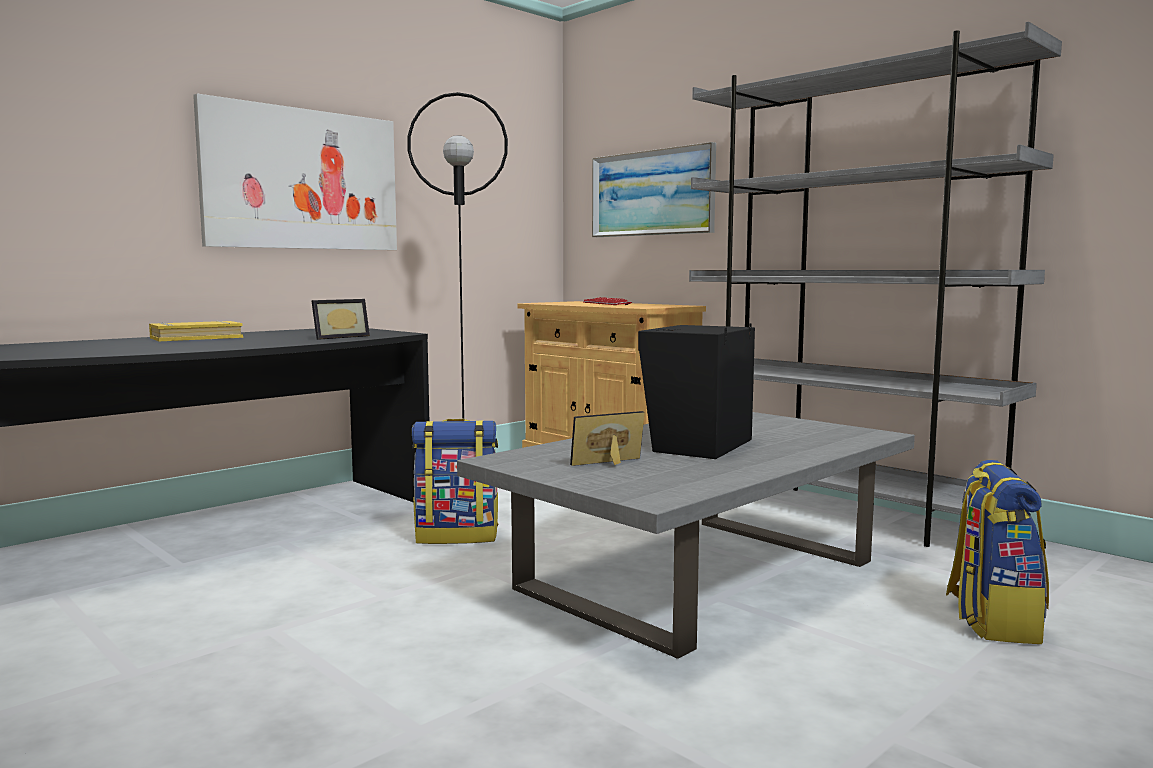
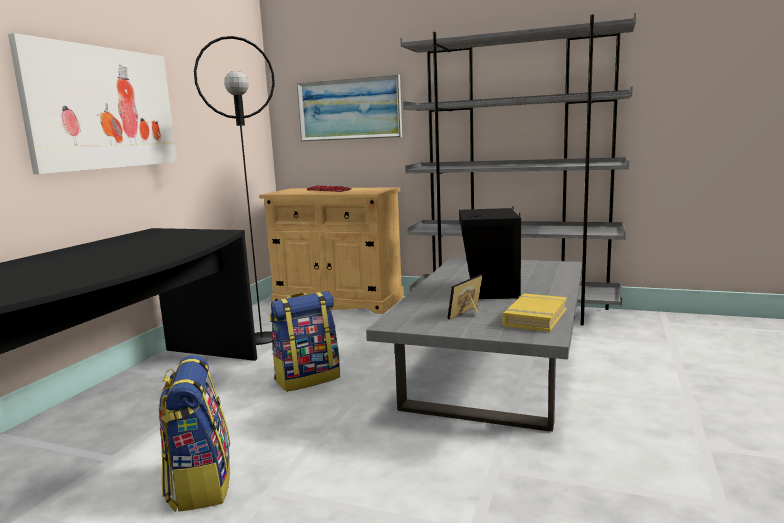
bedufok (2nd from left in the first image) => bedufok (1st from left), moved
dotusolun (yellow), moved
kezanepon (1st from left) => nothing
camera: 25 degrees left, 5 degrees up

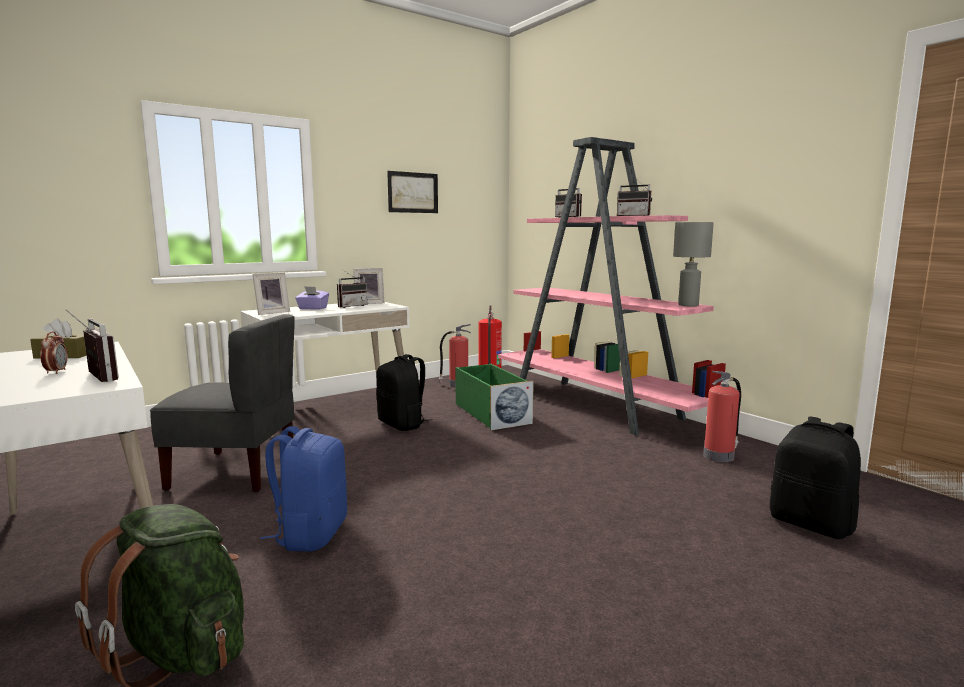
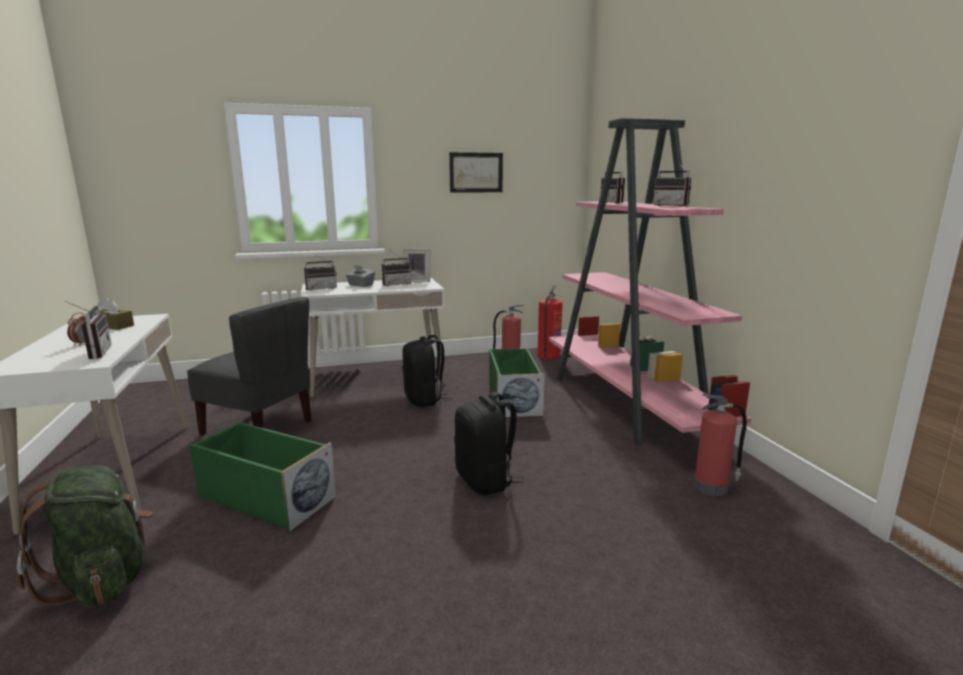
bedufok (blue) => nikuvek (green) (1st from left)
kezanepon (1st from left) => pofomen (2nd from left)
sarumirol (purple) => sarumirol (grey)
bedufok (black) (2nd from left), moved
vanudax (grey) => nothing
camera: 20 degrees right, 5 degrees up

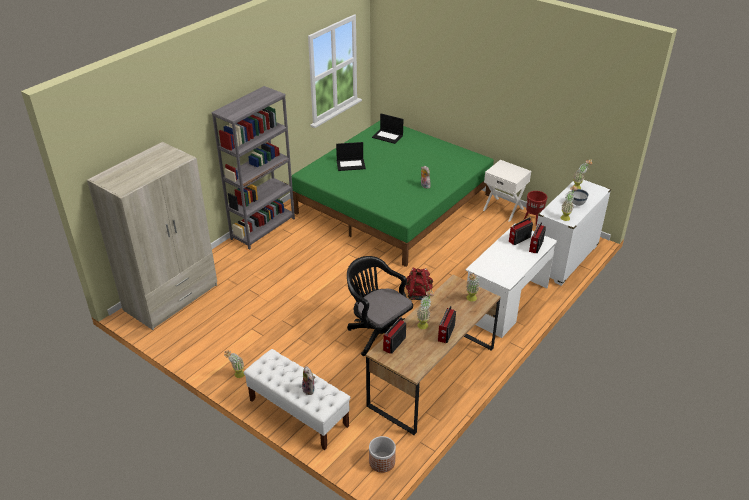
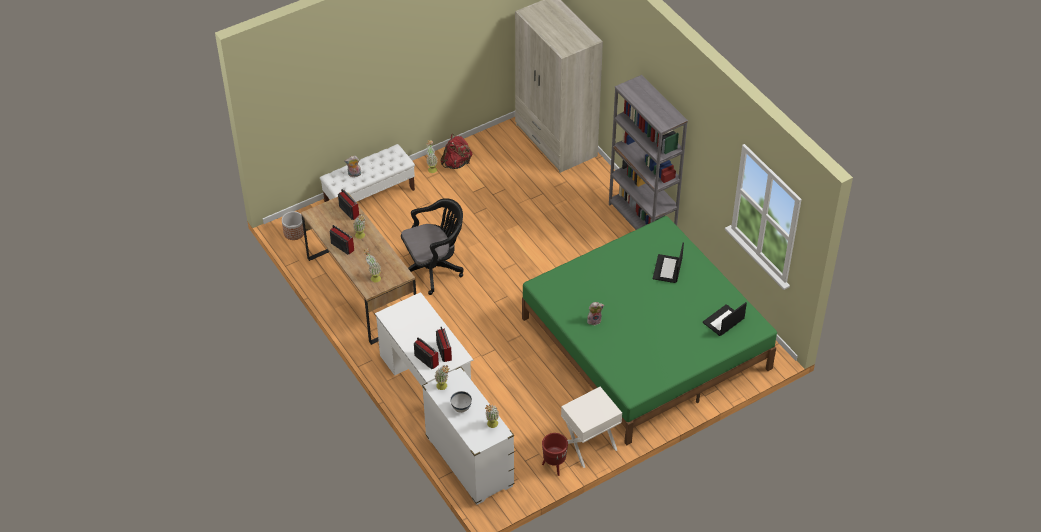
bedufok (red), moved
camera: 110 degrees right, 10 degrees up

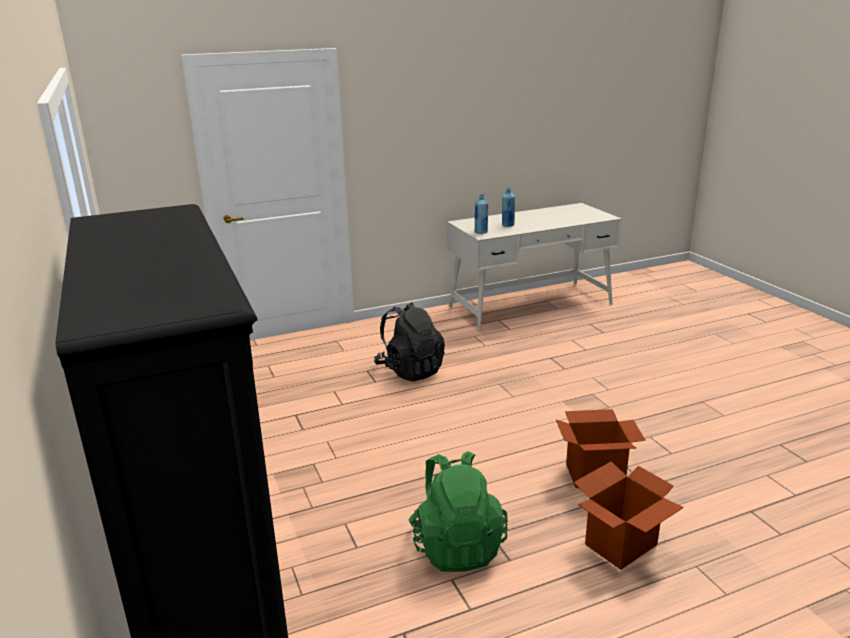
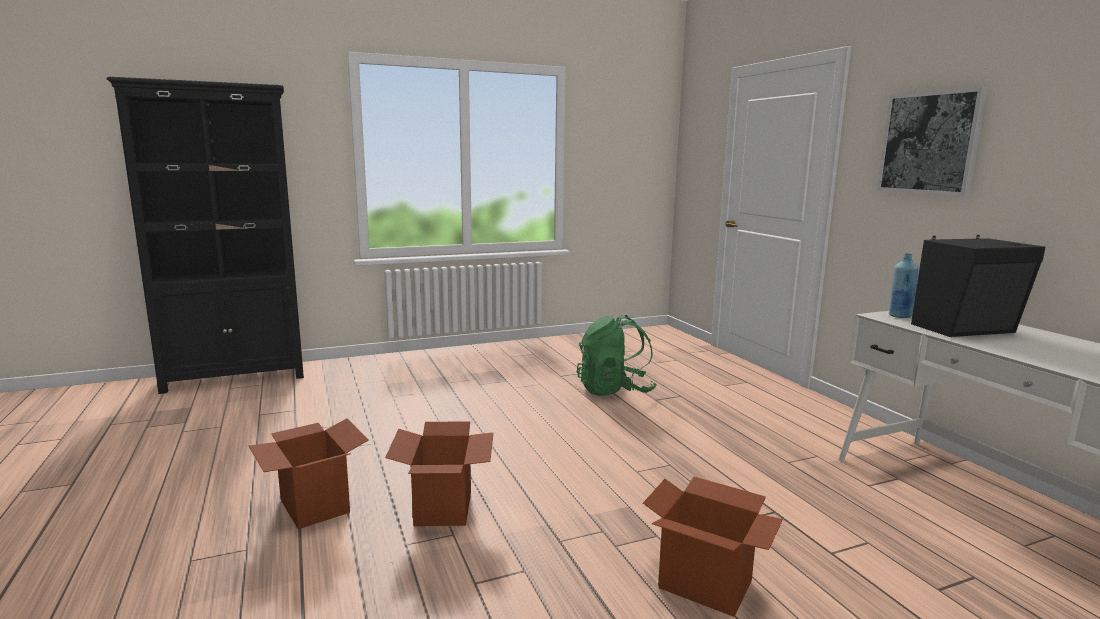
bedufok (green), moved
nothing => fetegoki (3rd from left)
nothing => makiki
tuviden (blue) (2nd from left) => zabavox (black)
bedufok (black) => nothing
camera: 90 degrees right, 10 degrees down

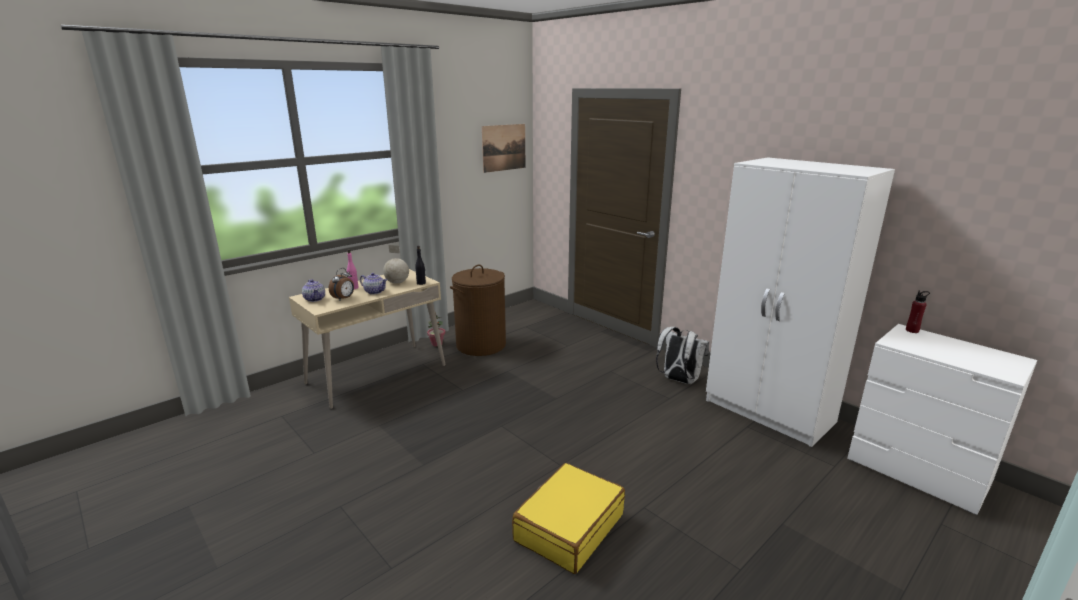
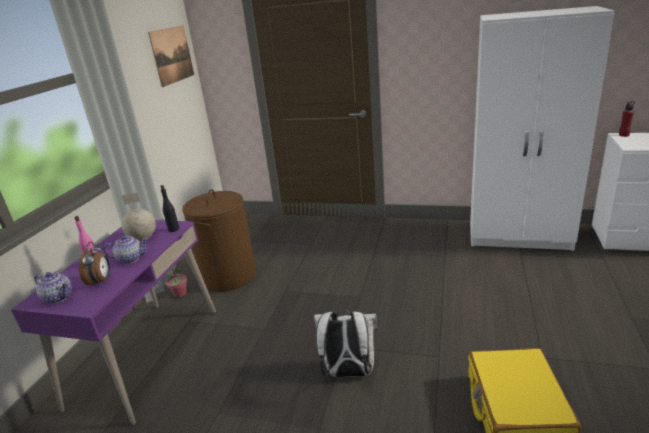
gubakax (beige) => gubakax (purple)
bedufok (white), moved
camera: 30 degrees left, 5 degrees up

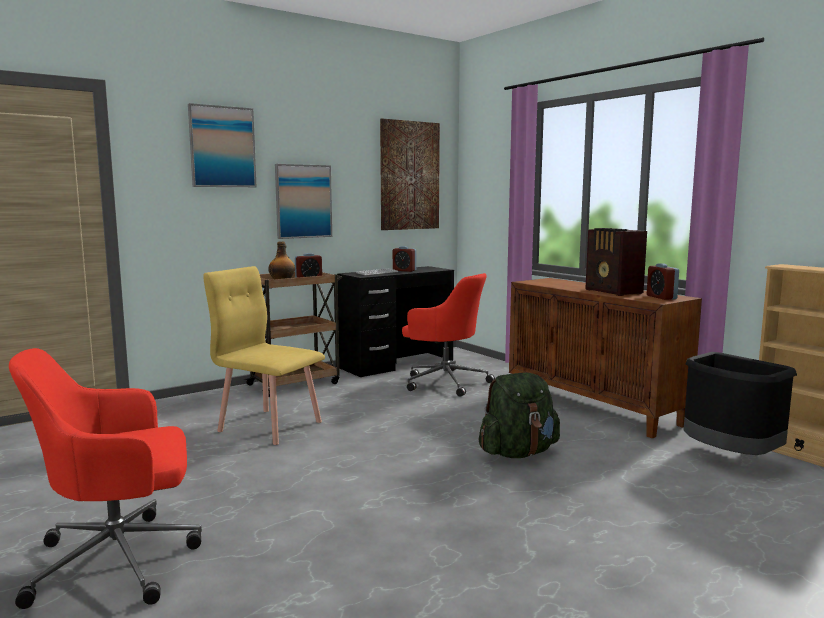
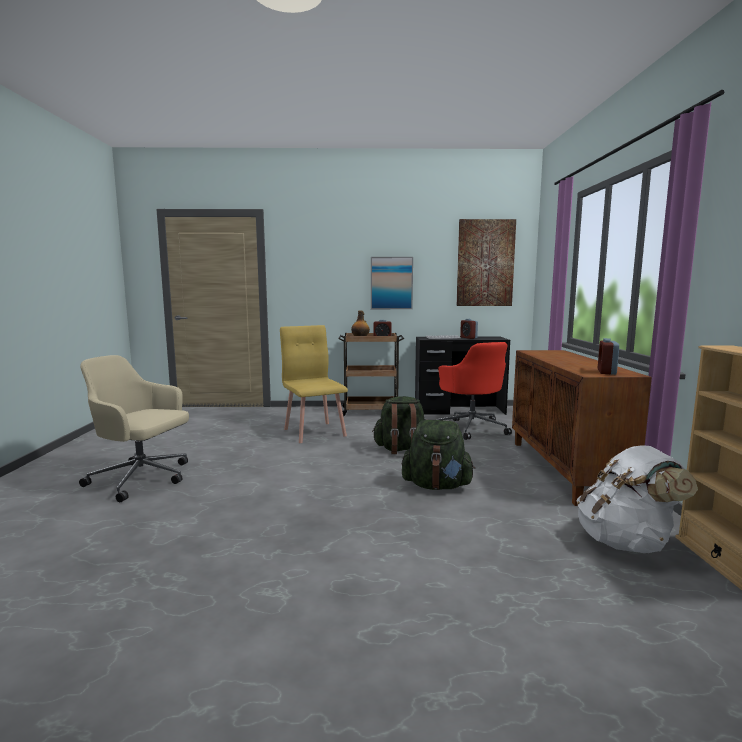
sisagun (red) (1st from left) => sisagun (beige)
nothing => bedufok (green) (1st from left)
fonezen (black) => bedufok (white)
makiki (1st from left) => nothing
pofomen => nothing
camera: 35 degrees right, 0 degrees up

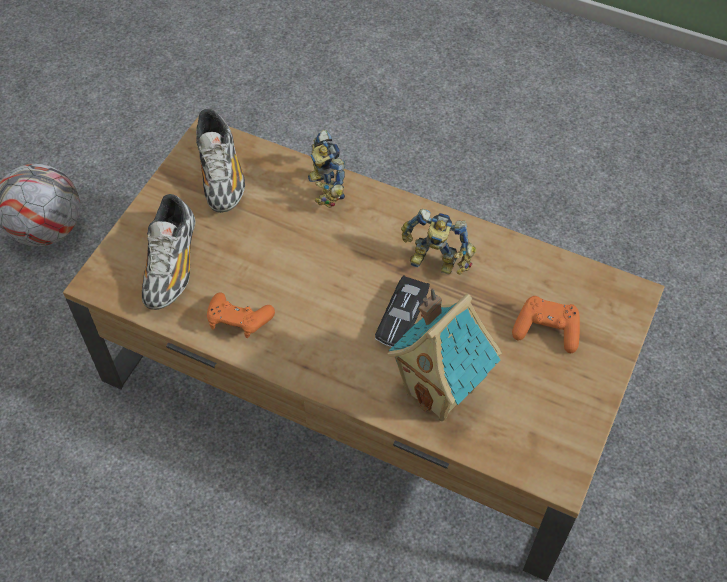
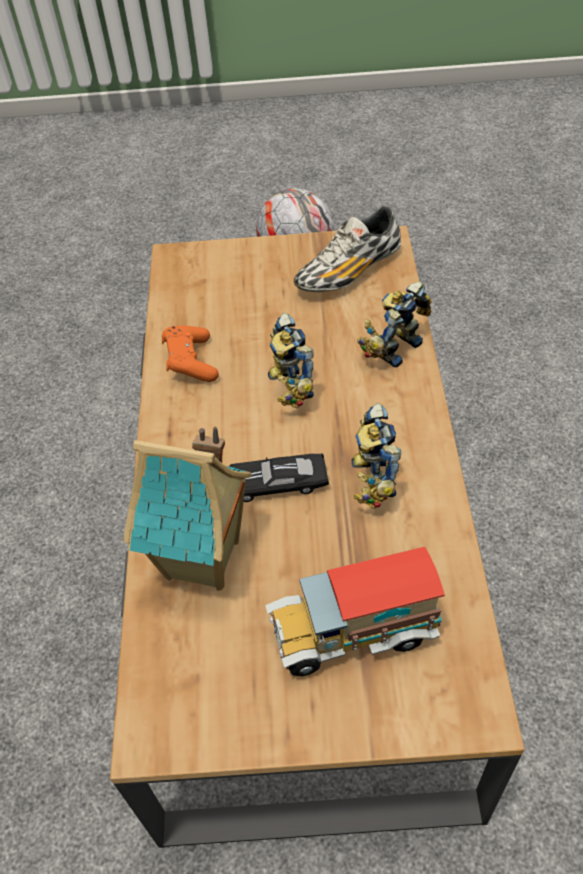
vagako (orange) (2nd from left) => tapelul
nothing => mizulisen (1st from left)
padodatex (1st from left) => nothing
camera: 65 degrees right, 5 degrees down

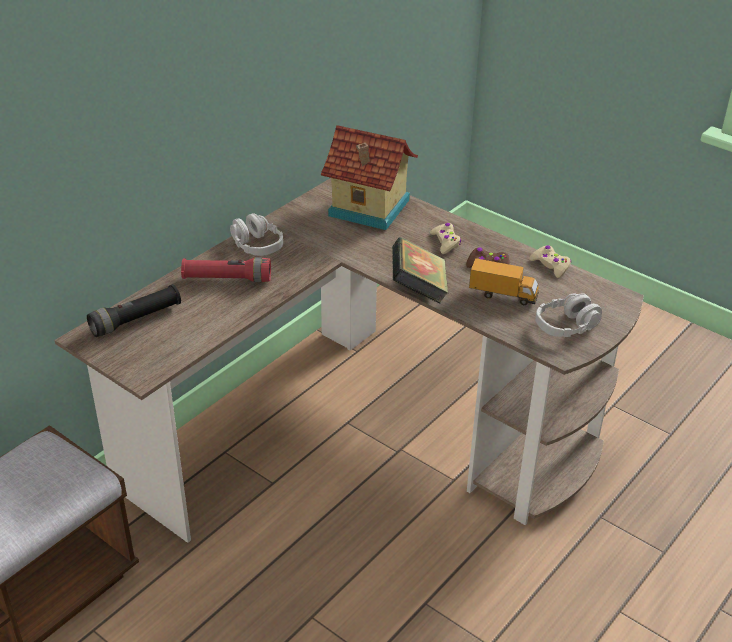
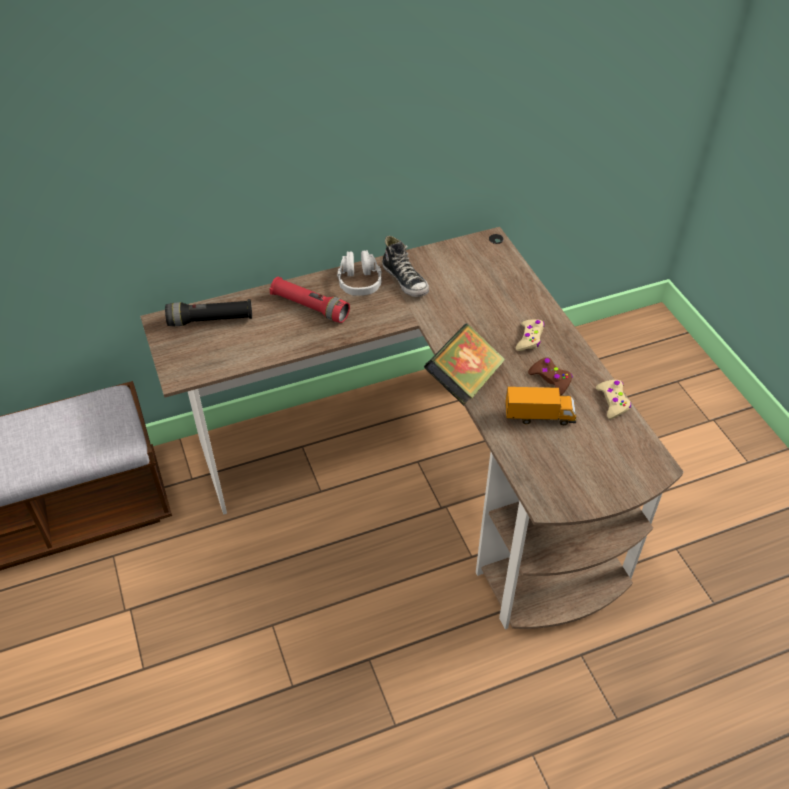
nothing => padodatex
tapelul, 45 degrees counterclockwise
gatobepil => nothing
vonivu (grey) (2nd from left) => nothing
camera: 30 degrees right, 10 degrees up

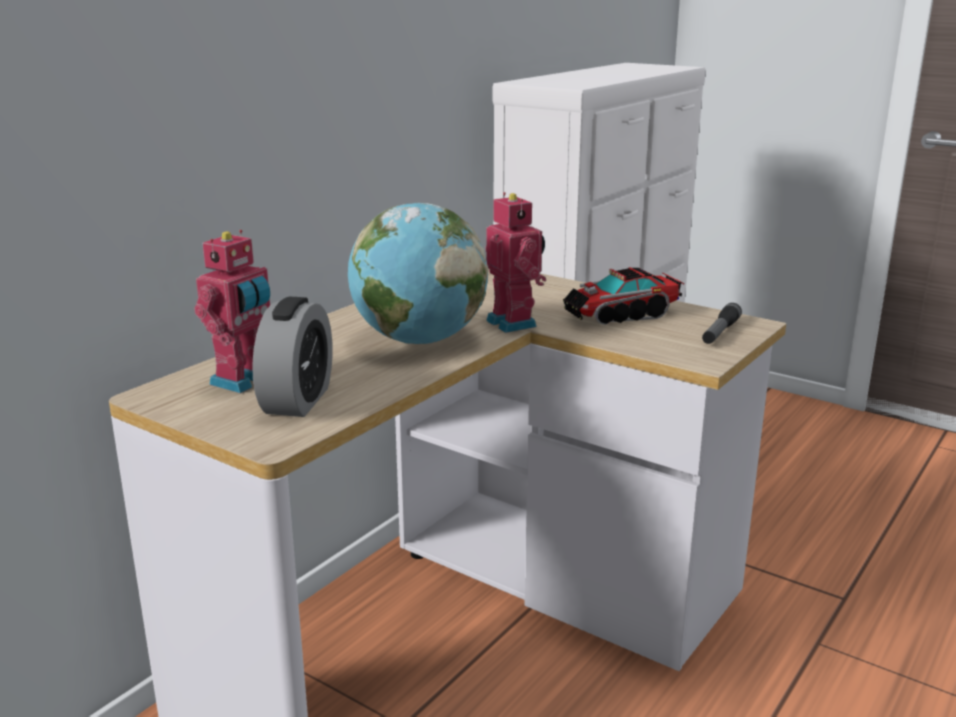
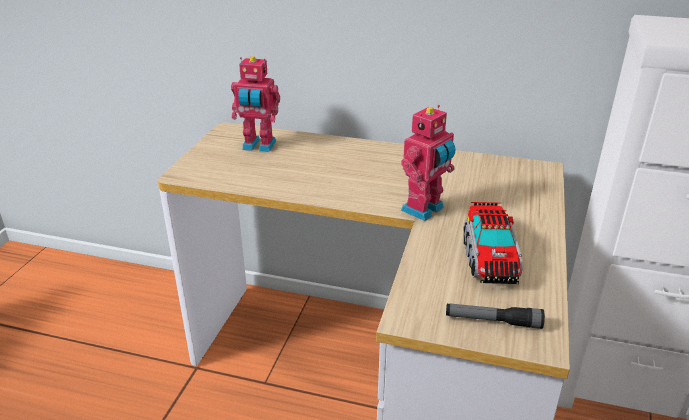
tapelul, 135 degrees counterclockwise
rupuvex => nothing
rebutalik => nothing
camera: 70 degrees right, 10 degrees up

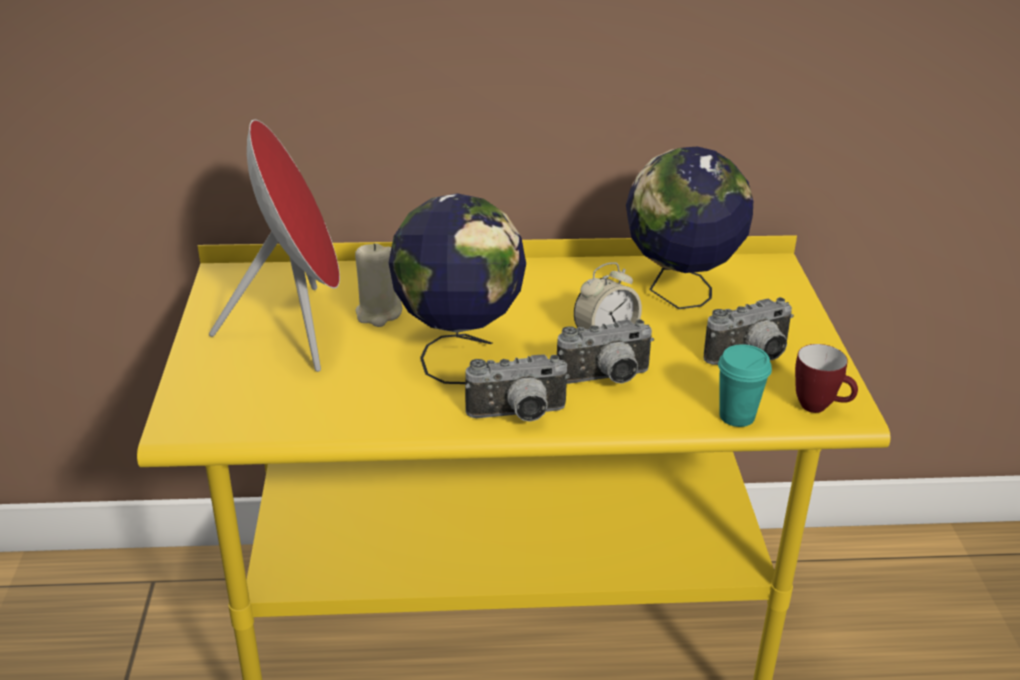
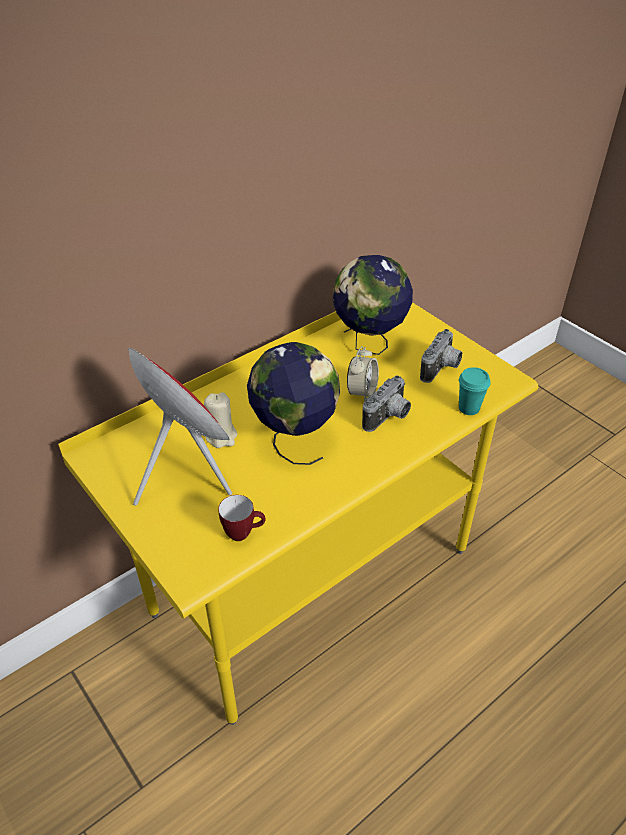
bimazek, moved
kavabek (1st from left) => nothing
camera: 35 degrees left, 10 degrees up

